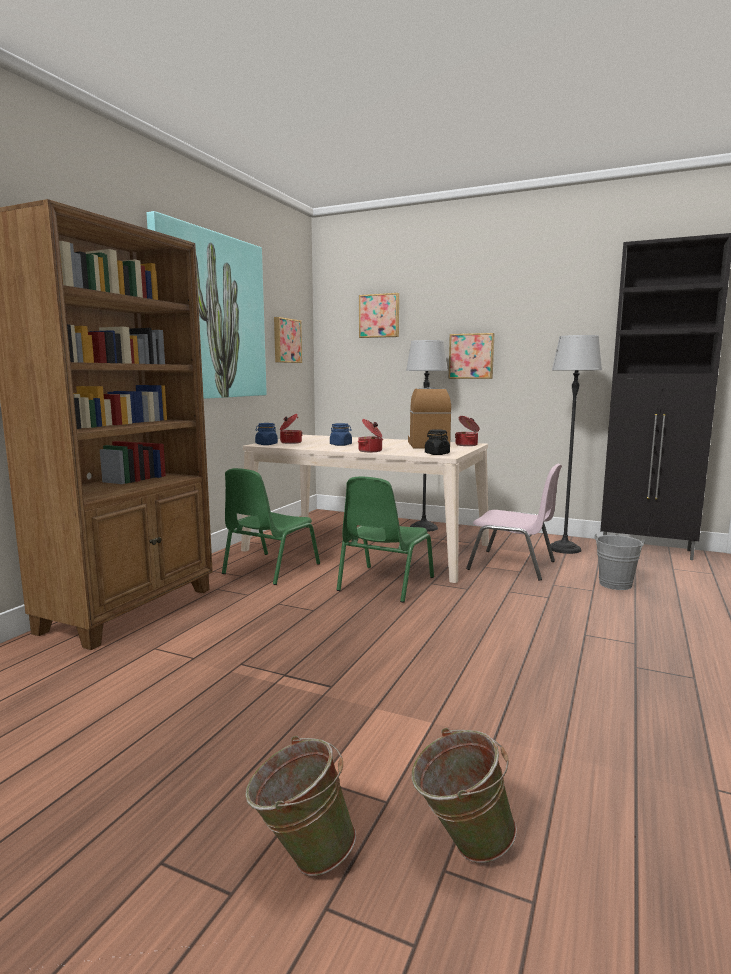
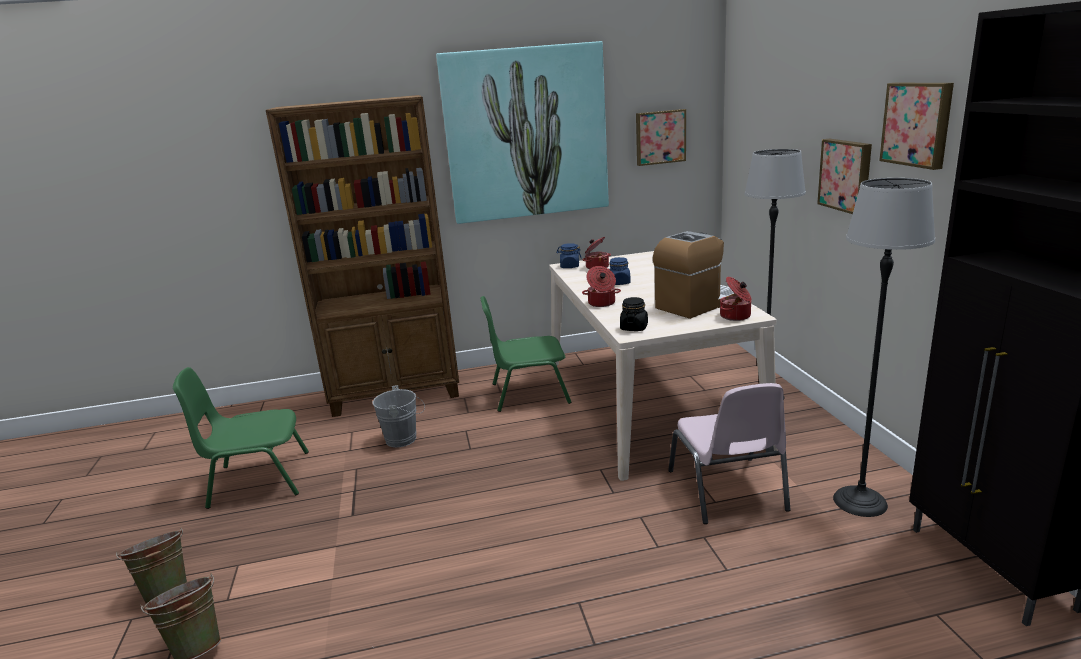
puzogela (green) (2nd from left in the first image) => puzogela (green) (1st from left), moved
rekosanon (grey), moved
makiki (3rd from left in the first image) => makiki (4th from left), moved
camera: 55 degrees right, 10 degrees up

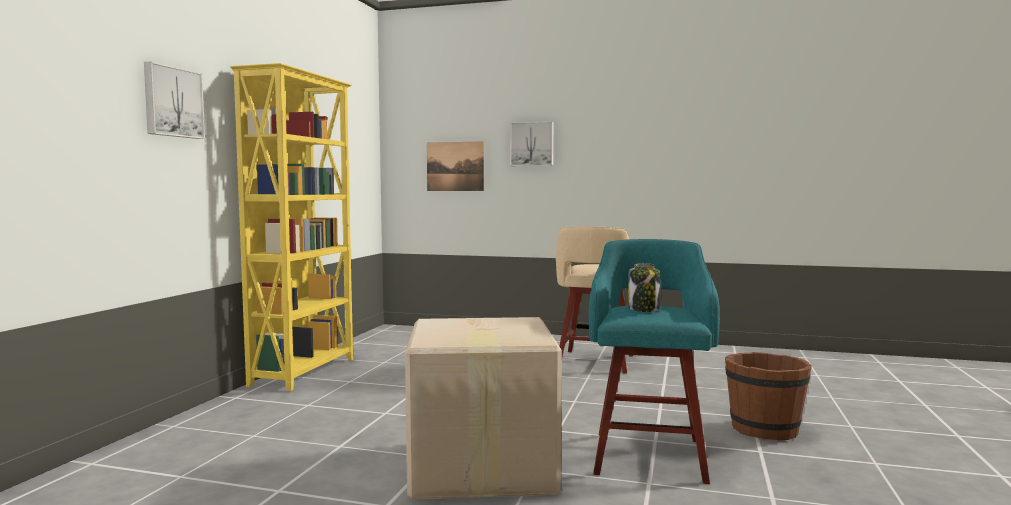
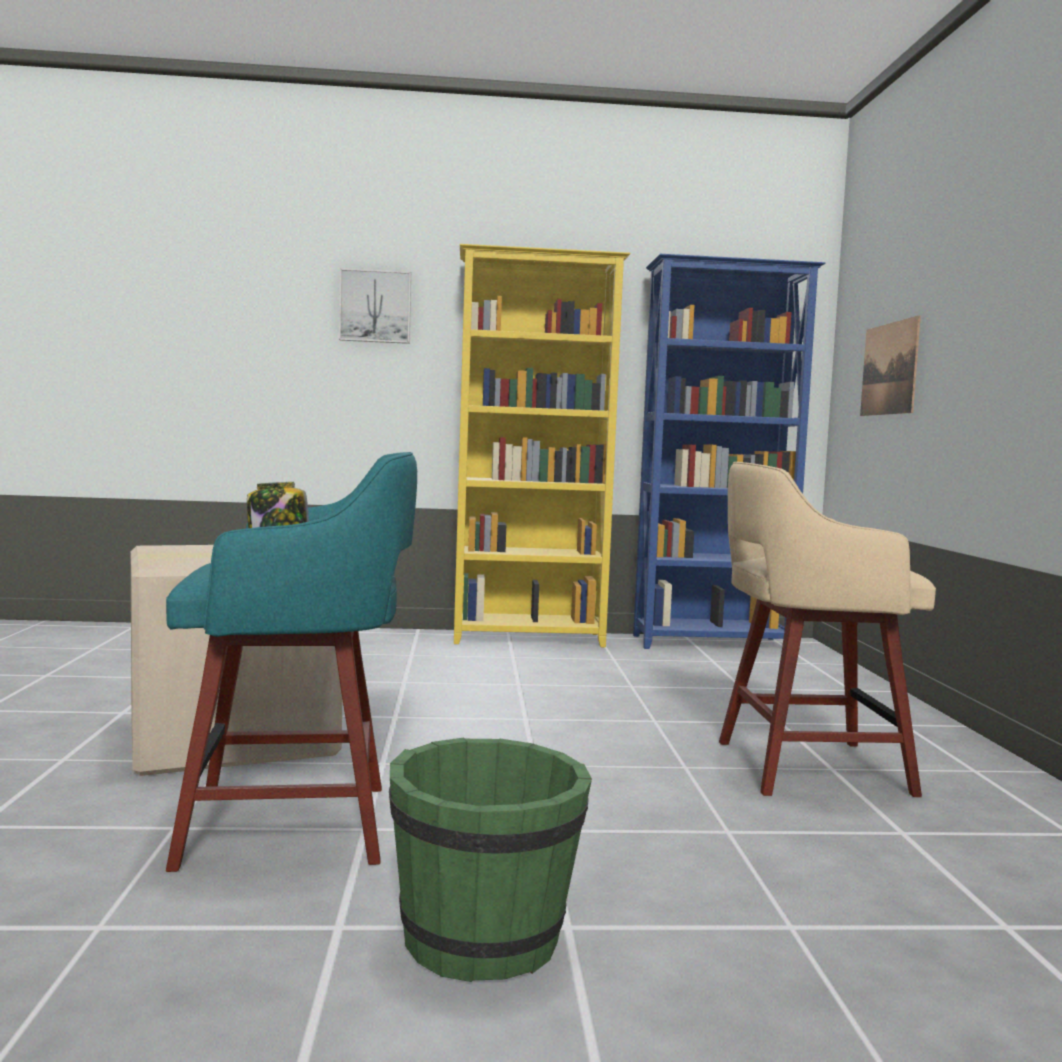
rekosanon (brown) => rekosanon (green)
nothing => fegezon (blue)
makiki (3rd from left) => nothing
camera: 70 degrees right, 0 degrees up

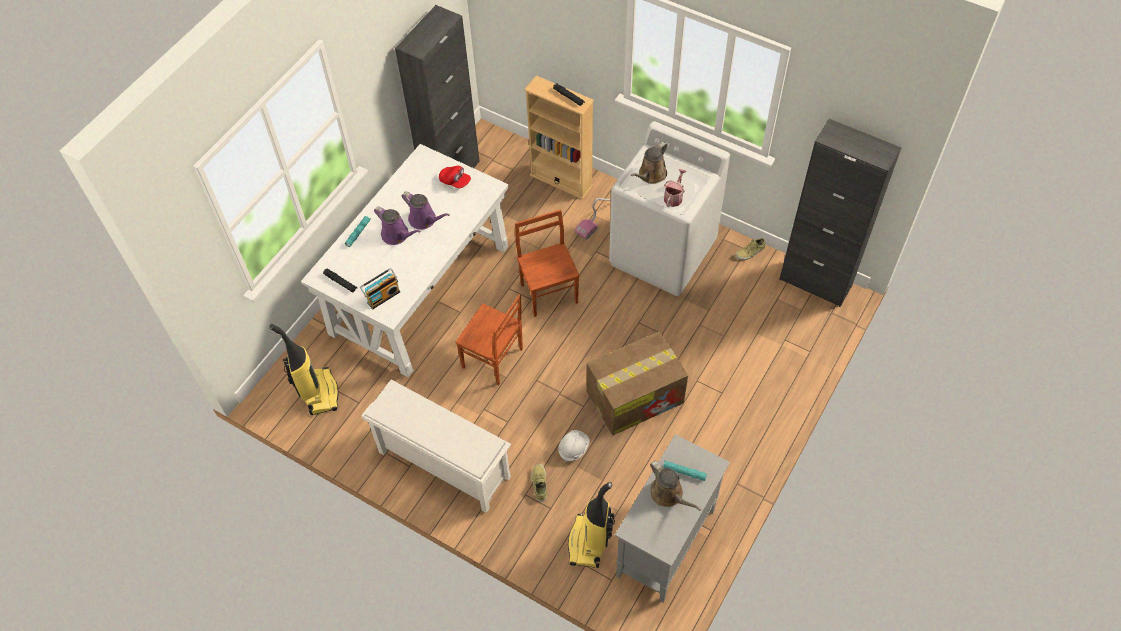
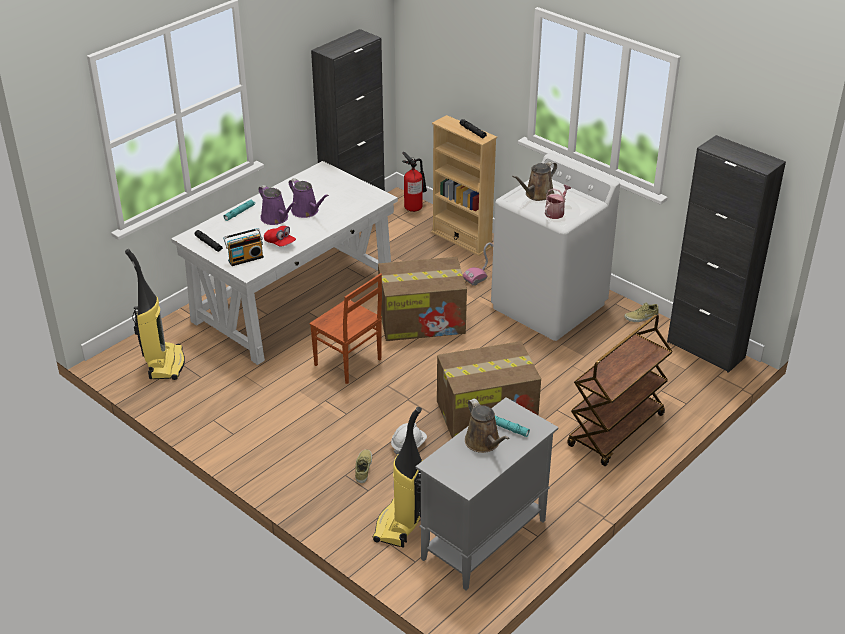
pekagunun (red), moved
puzogela (brown) (2nd from left) => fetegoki (1st from left)
nothing => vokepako
nothing => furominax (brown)
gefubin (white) => nothing
camera: 10 degrees right, 20 degrees down

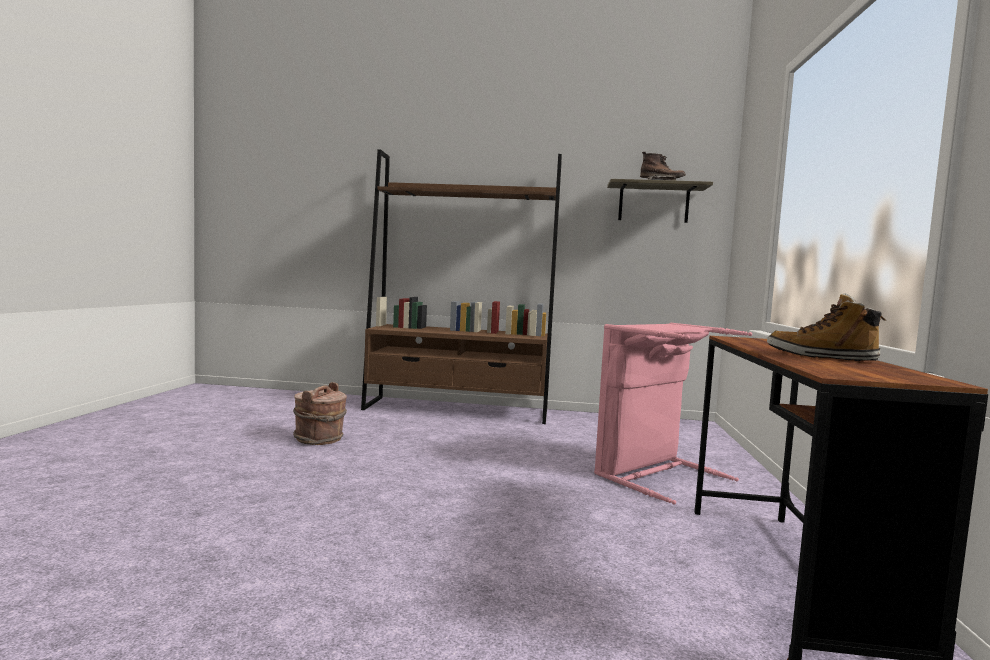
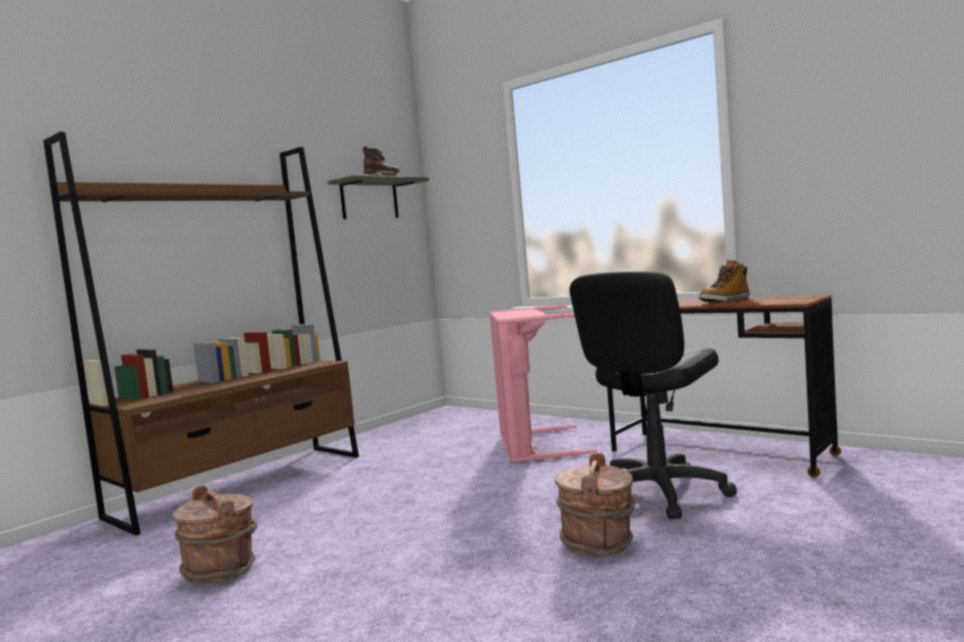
nothing => rekosanon (brown) (2nd from left)
nothing => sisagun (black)
camera: 55 degrees left, 0 degrees up

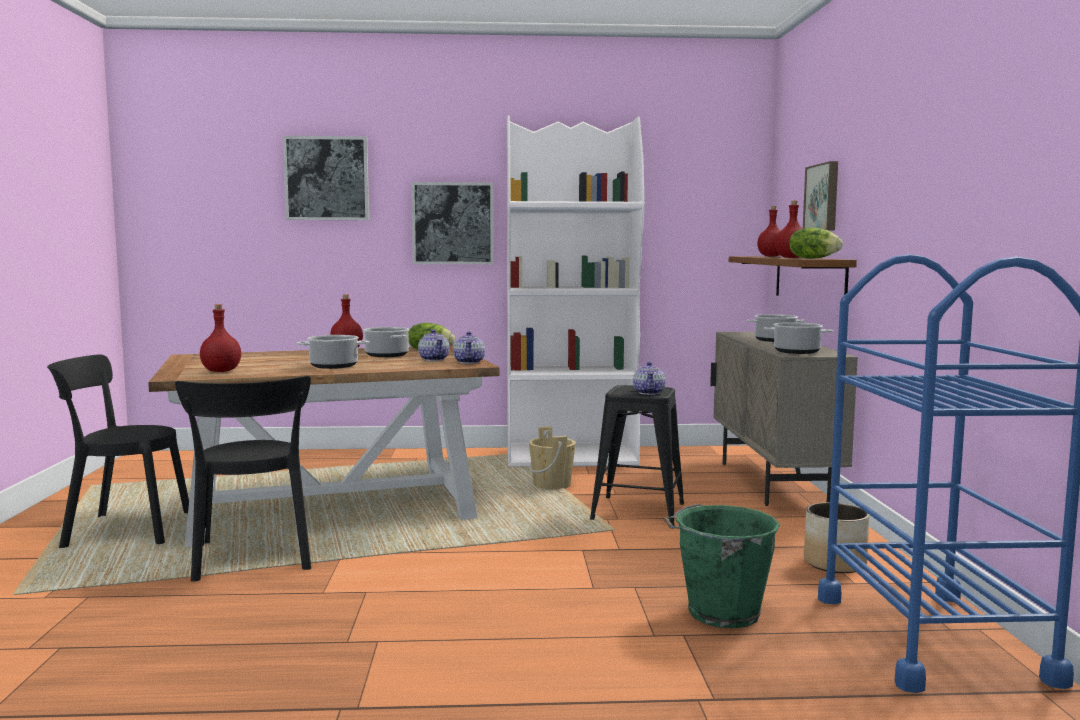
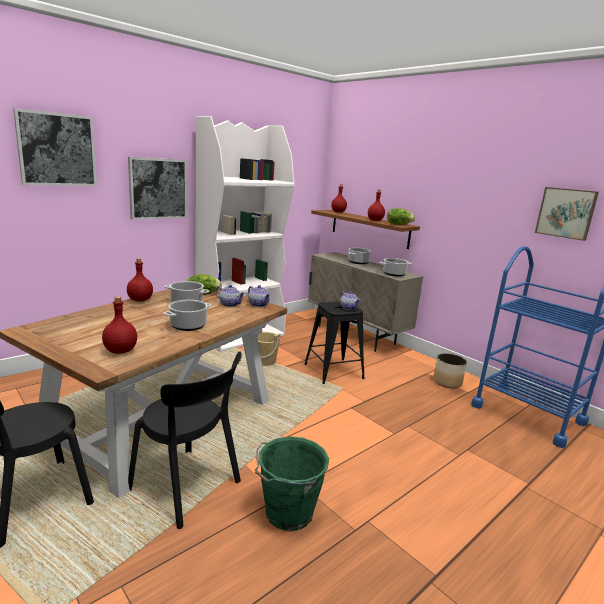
rekosanon (green), moved
makiki (3rd from left), moved
camera: 40 degrees left, 10 degrees up

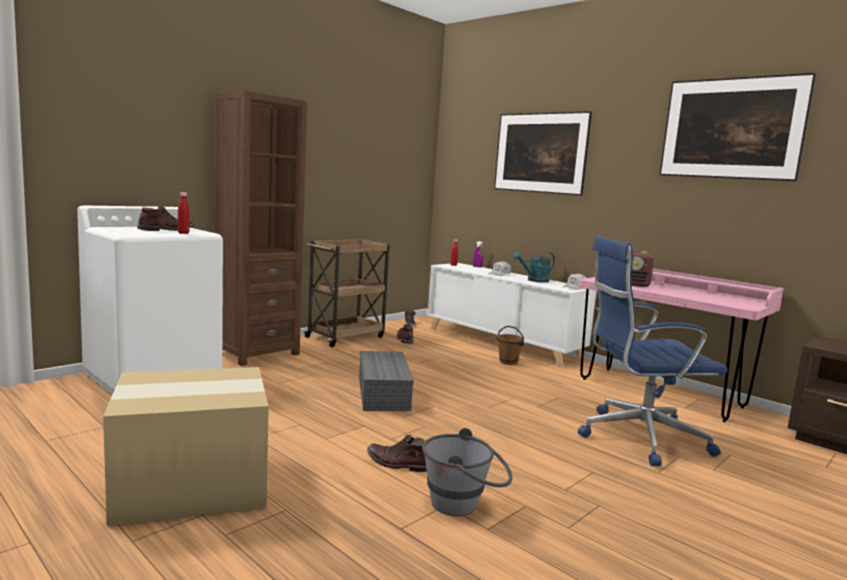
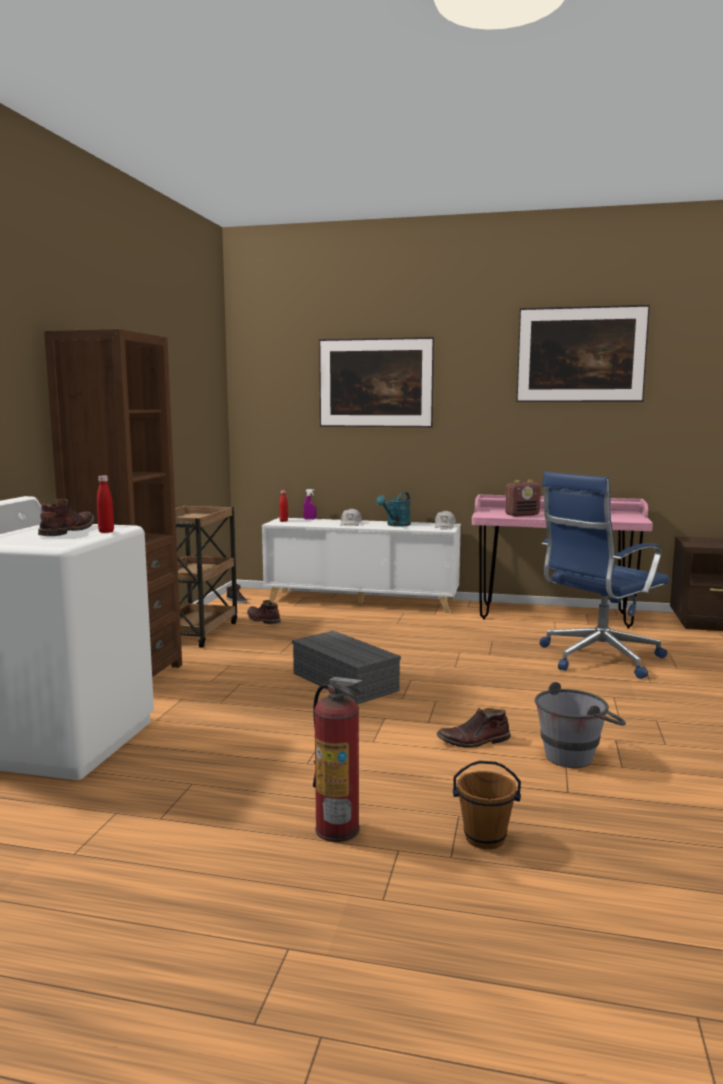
fetegoki => vokepako
rekosanon (brown), moved
camera: 30 degrees left, 0 degrees up

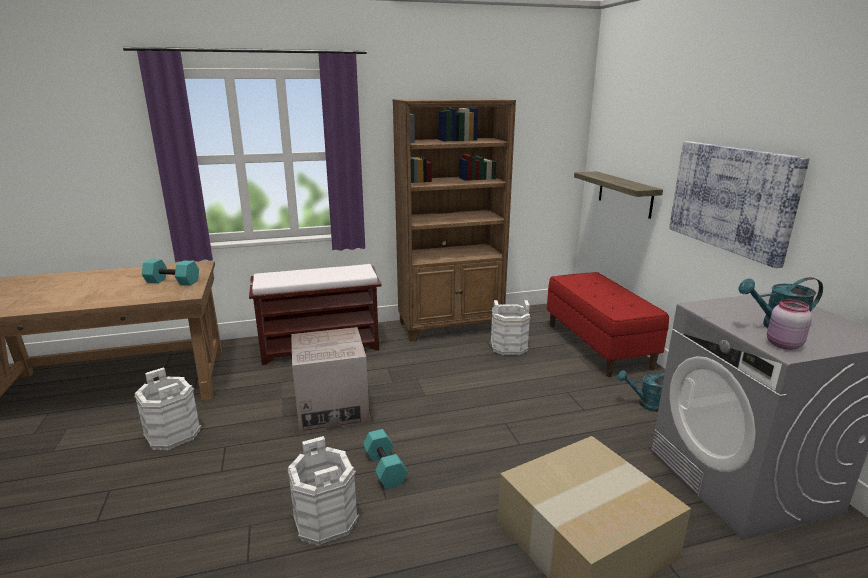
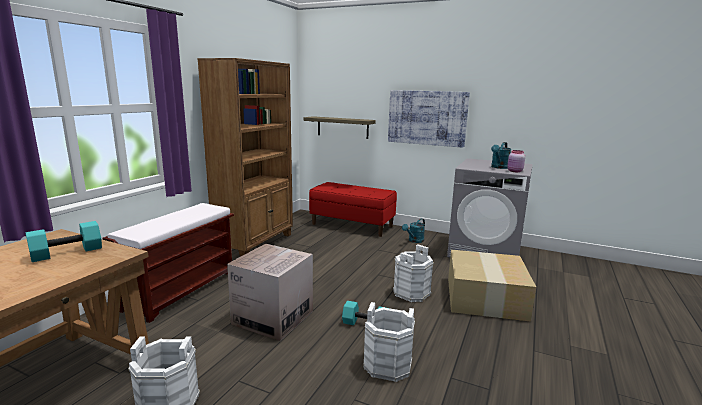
rekosanon (white) (3rd from left), moved
camera: 50 degrees left, 5 degrees down

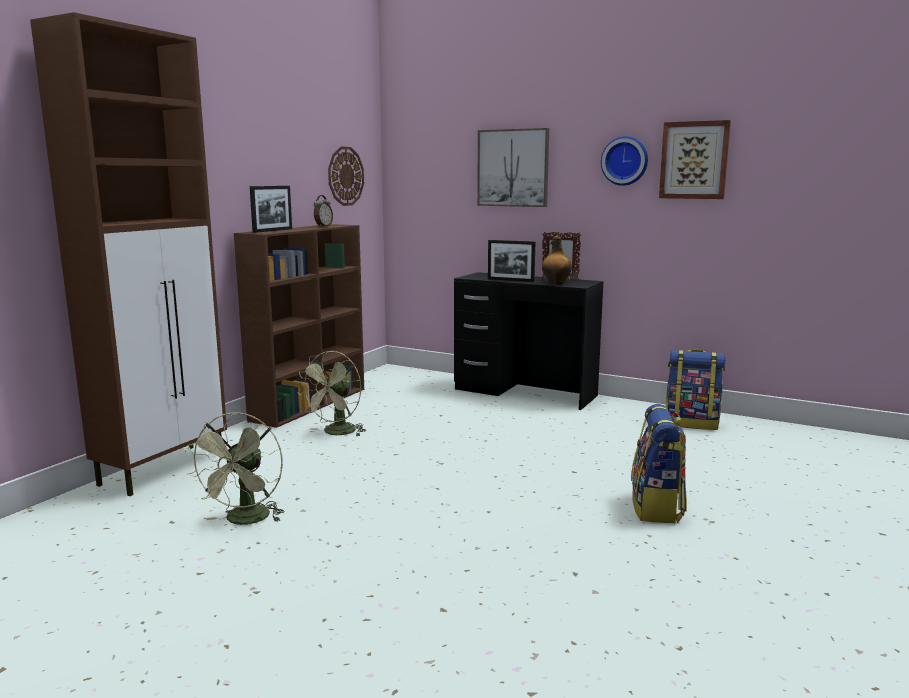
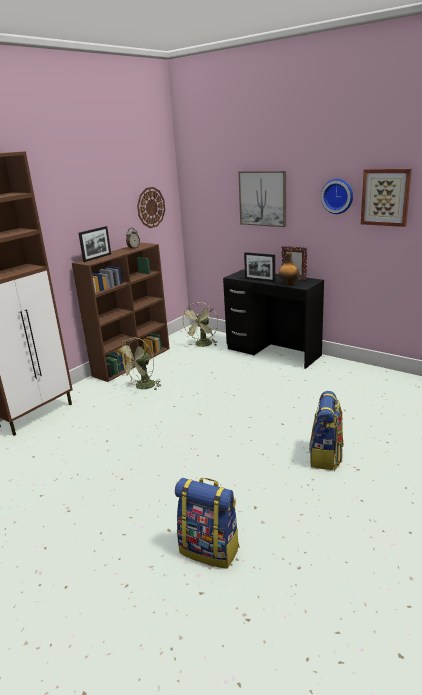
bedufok (2nd from left in the first image) => bedufok (1st from left), moved
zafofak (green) (1st from left in the first image) => zafofak (green) (2nd from left), moved
camera: 10 degrees right, 10 degrees up

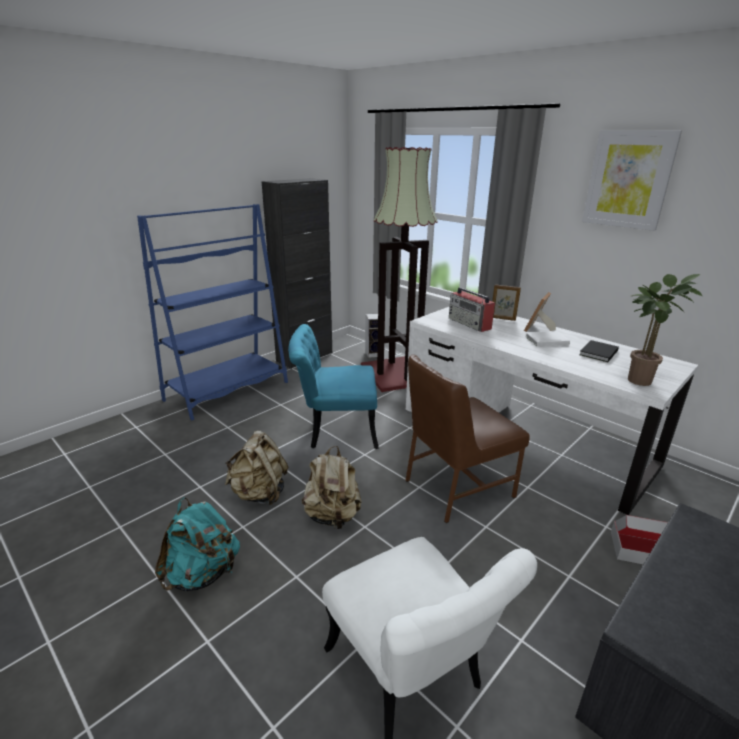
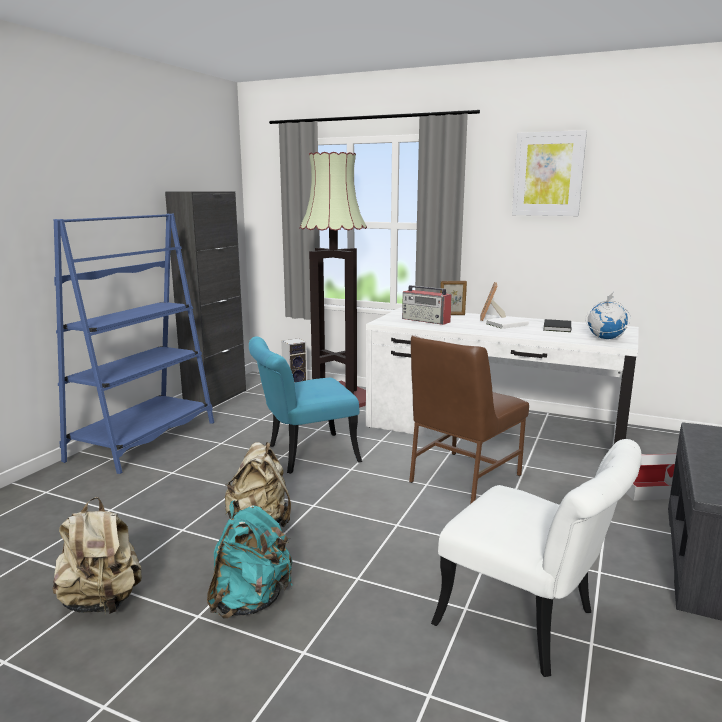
bedufok (beige) (2nd from left in the first image) => bedufok (beige) (1st from left), moved
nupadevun => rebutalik
camera: 20 degrees left, 10 degrees down

